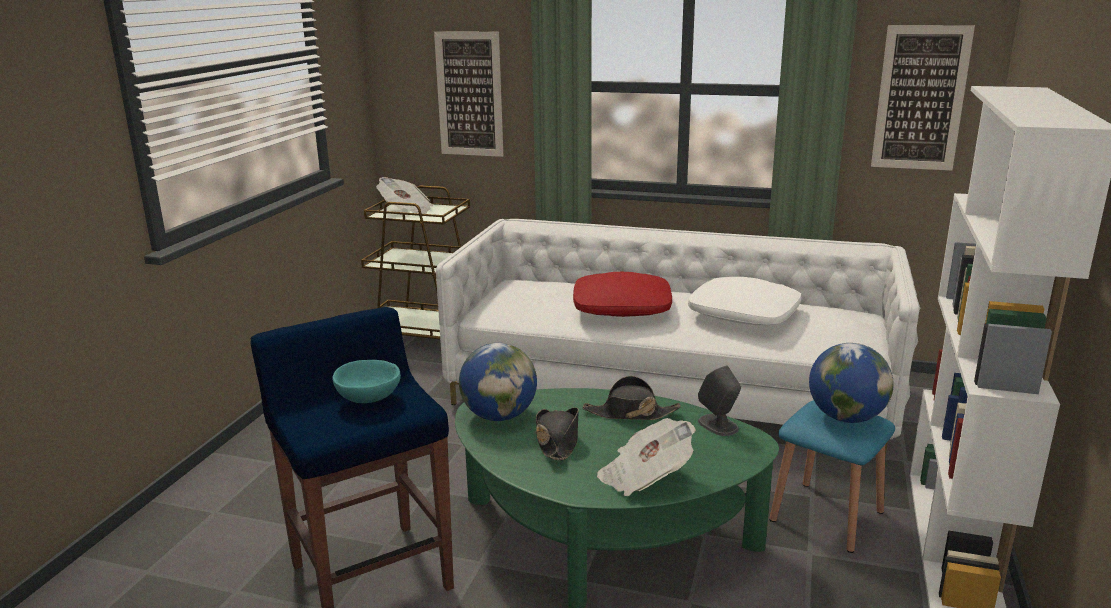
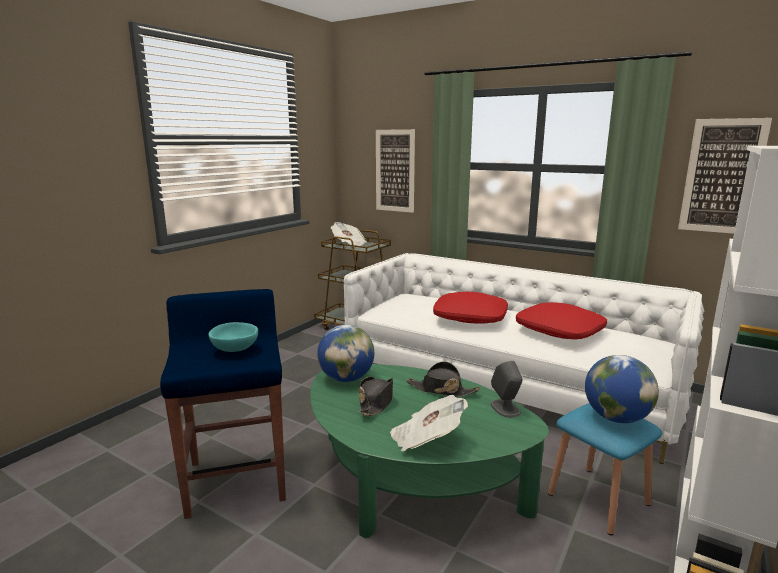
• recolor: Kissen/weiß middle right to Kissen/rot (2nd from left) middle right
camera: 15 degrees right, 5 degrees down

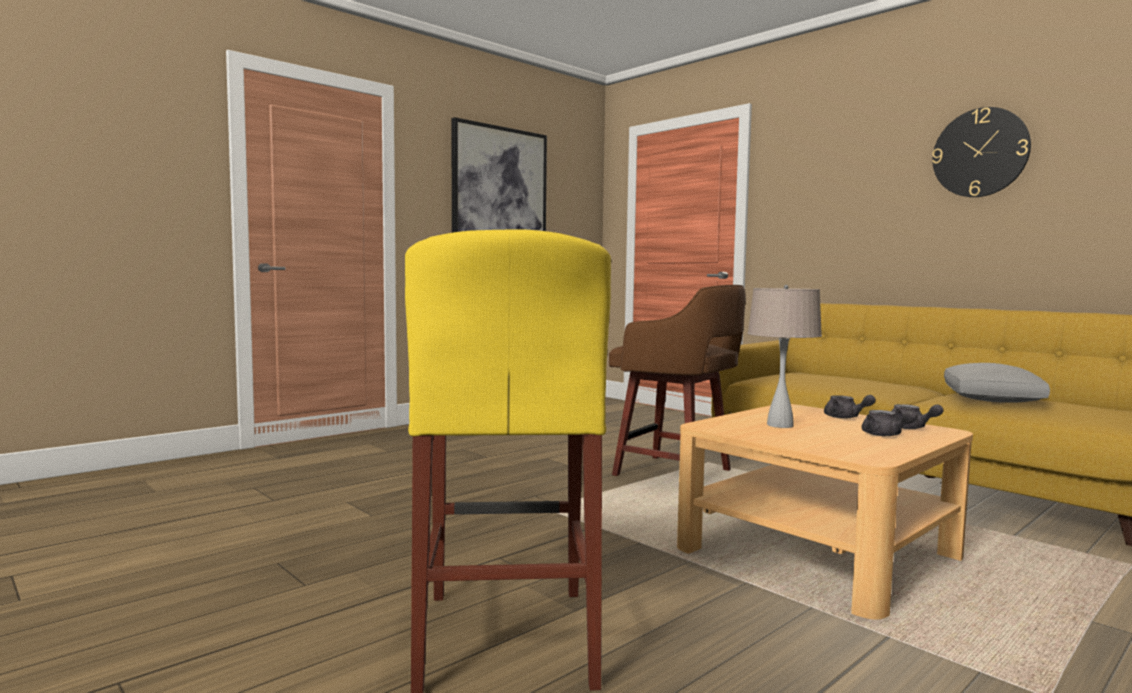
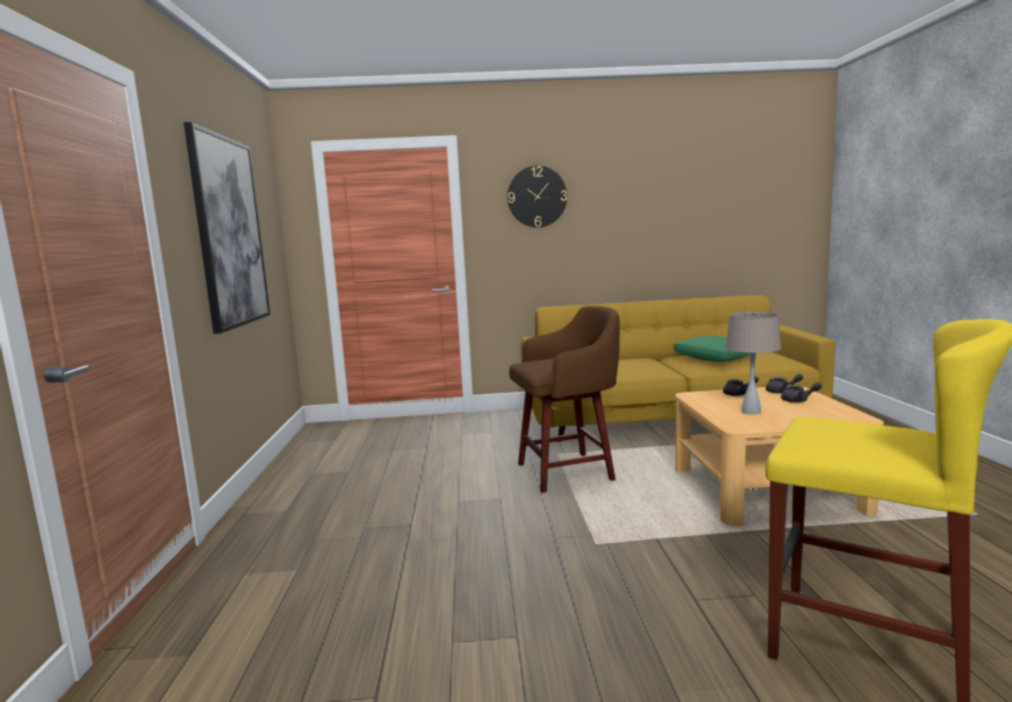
• move: Wanduhr top right to top centre
• recolor: Kissen/grau middle right to Kissen/grün middle right
camera: 50 degrees left, 5 degrees up

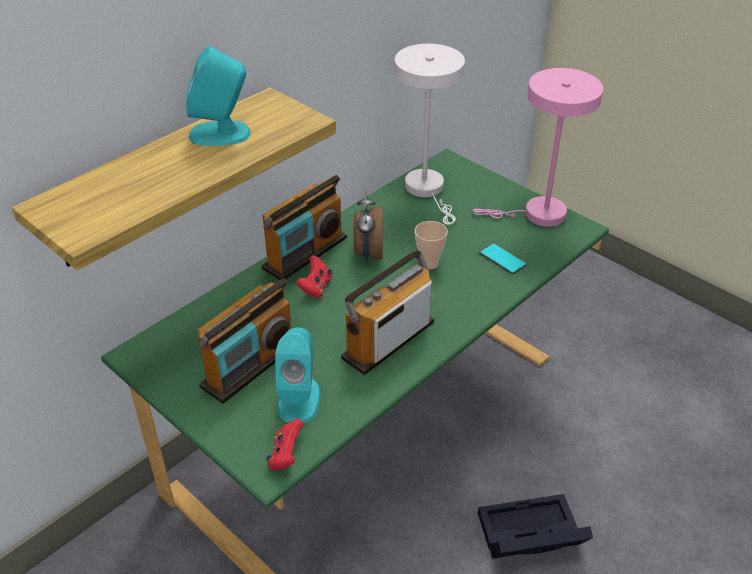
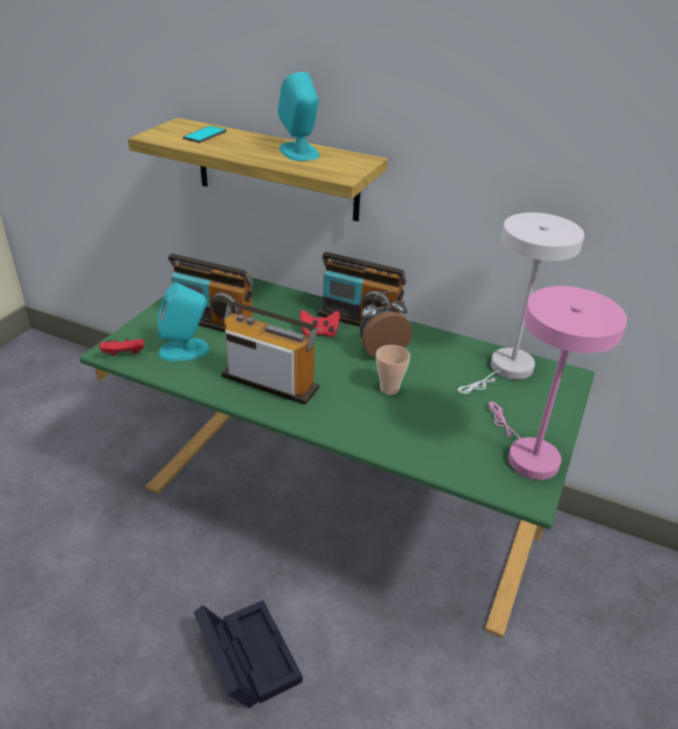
• move: Handy middle right to top left
camera: 70 degrees right, 5 degrees down

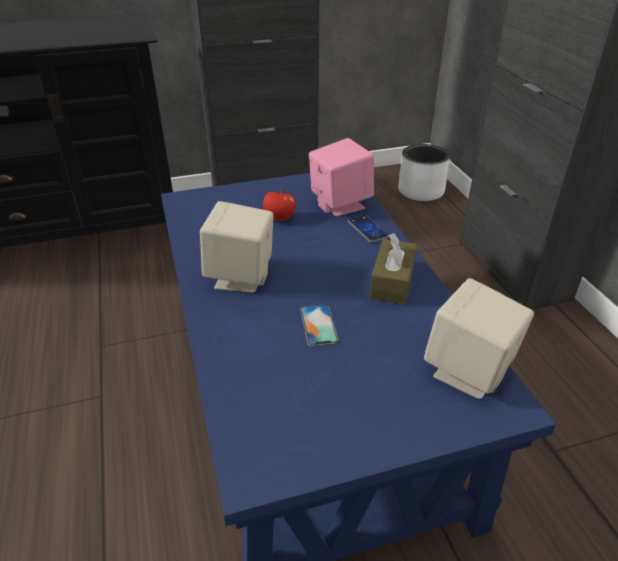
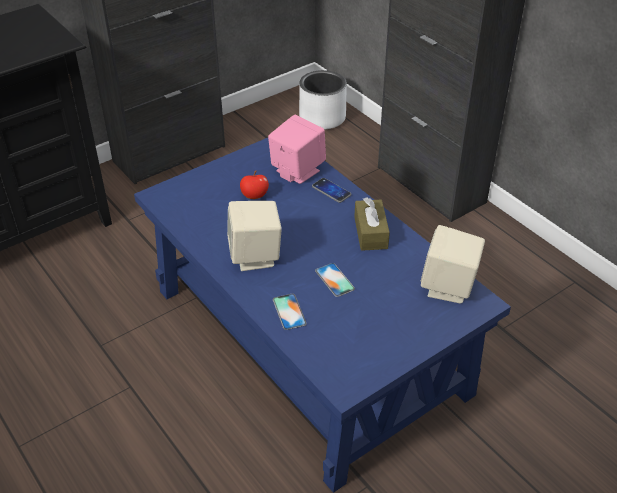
• insert: Handy (1st from left) centre
camera: 20 degrees left, 5 degrees up

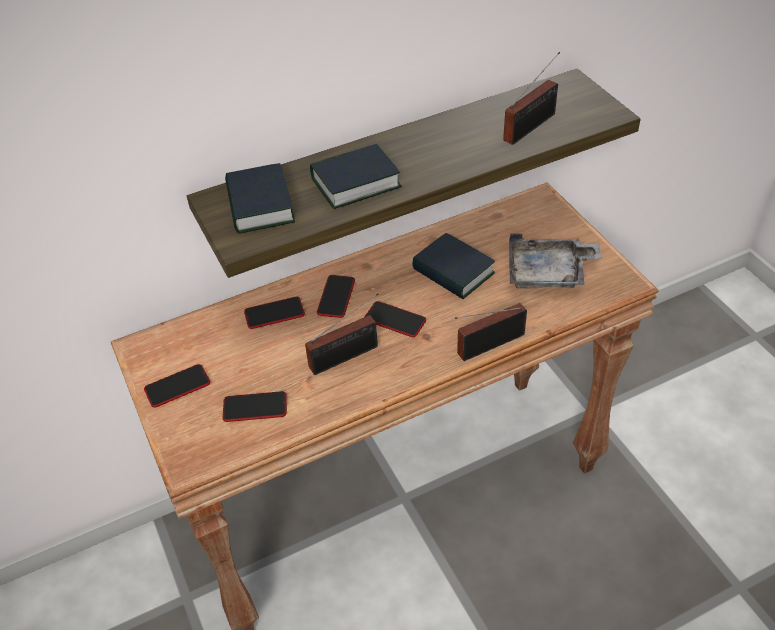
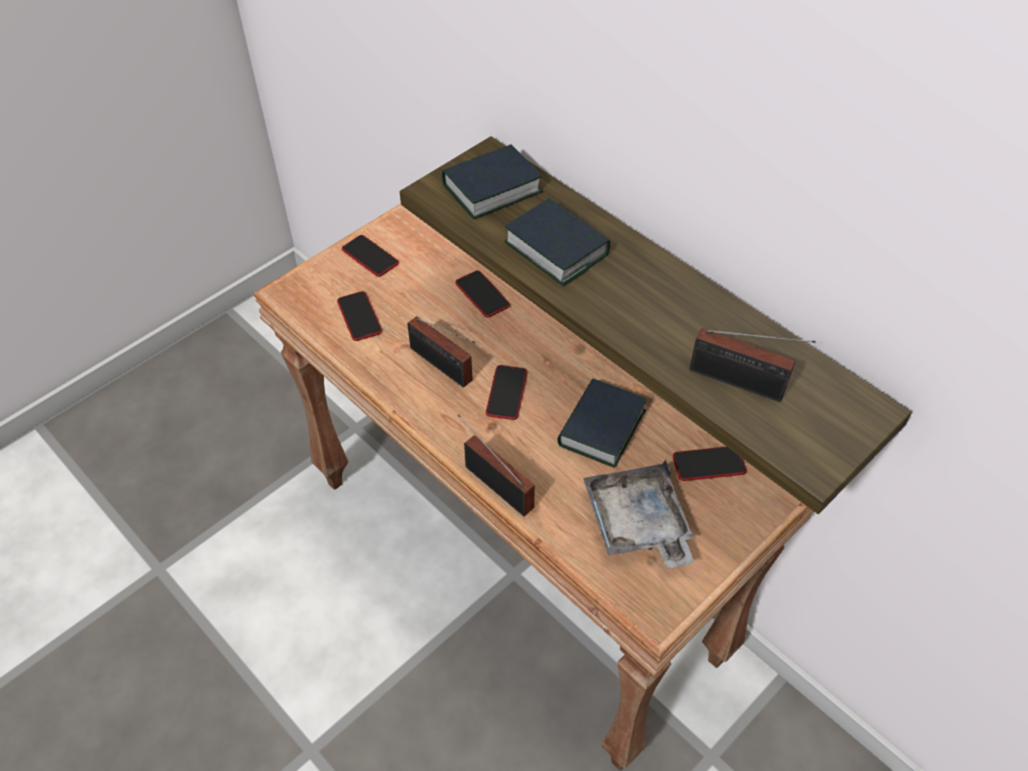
• move: Handy (4th from left in the first image) centre to Handy (5th from left) middle right
camera: 70 degrees right, 5 degrees up

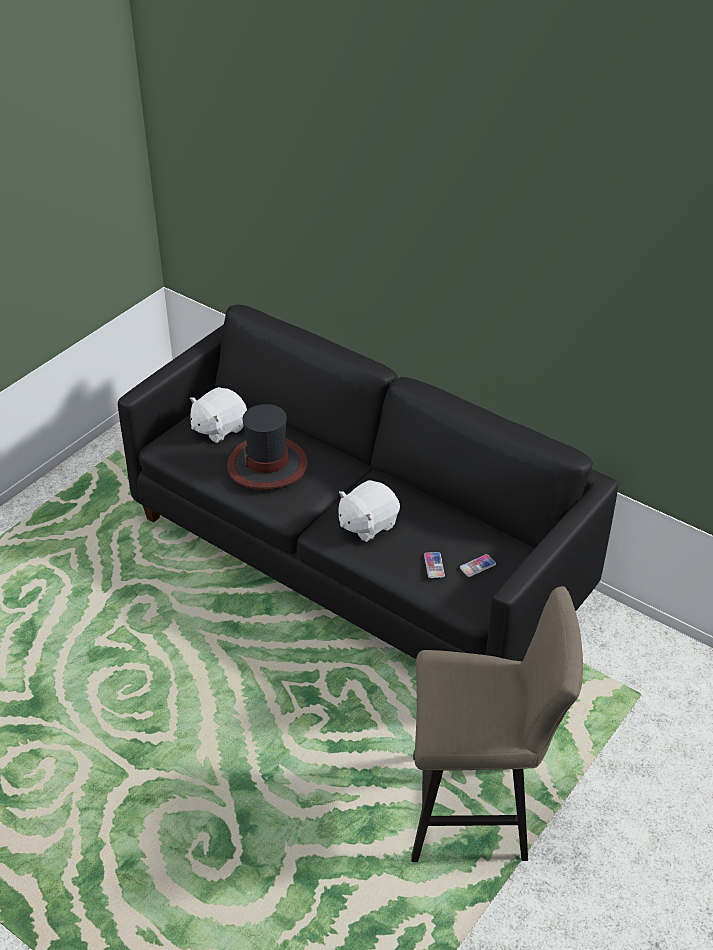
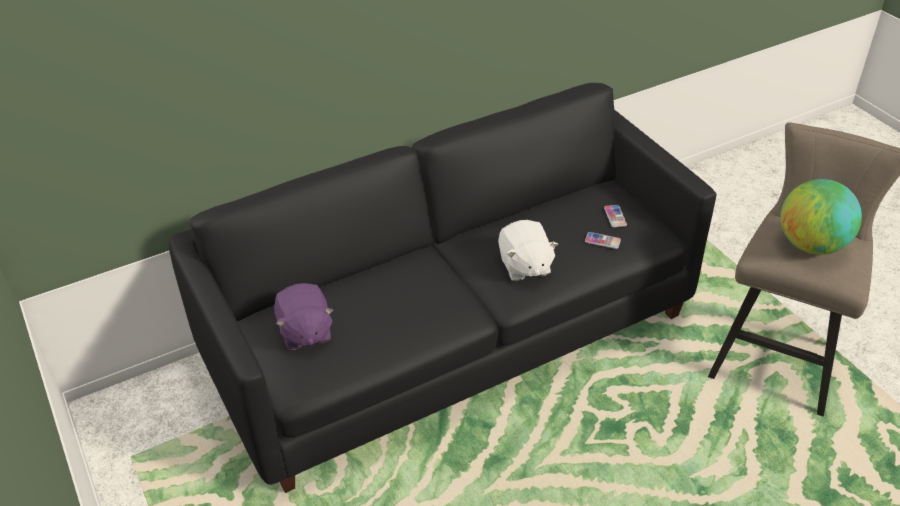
• delete: Hut centre
• insert: Globus middle right
• recolor: Plüschtier/weiß (1st from left) middle left to Plüschtier/lila centre
camera: 65 degrees left, 0 degrees up

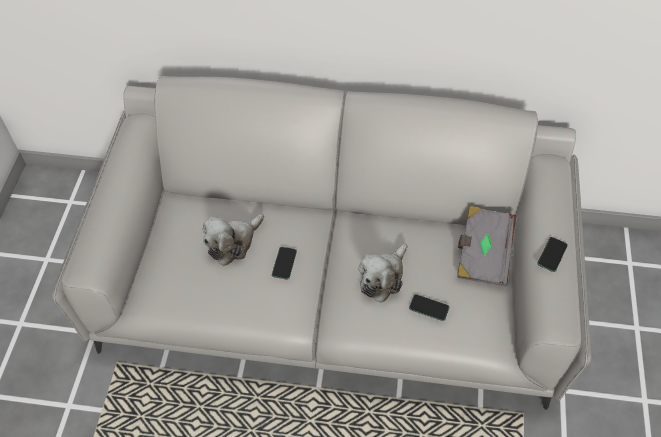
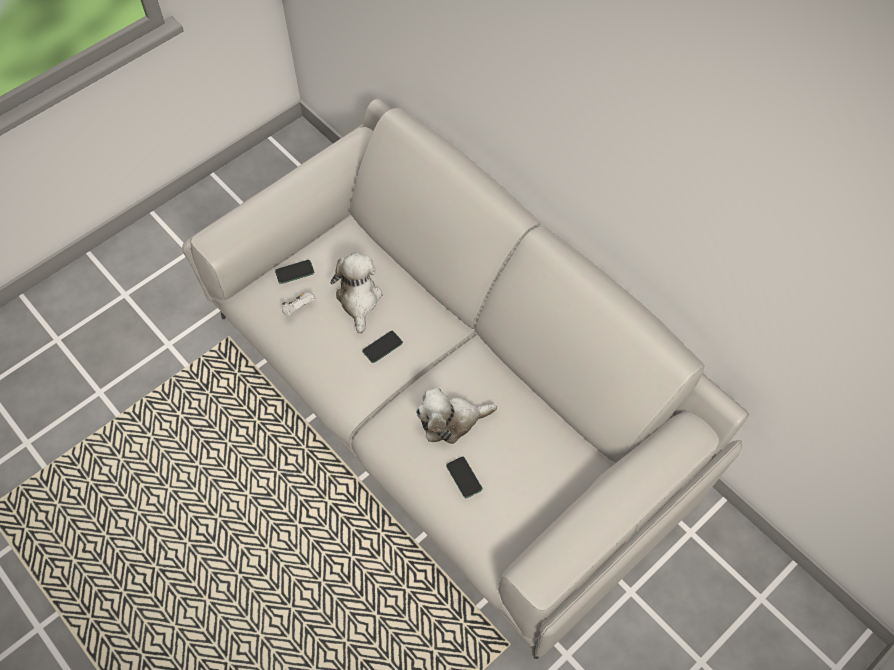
• delete: Buch/grau middle right
• insert: Gamepad/weiß centre
• move: Handy (3rd from left in the first image) middle right to Handy (1st from left) middle left
• rotate: Plüschtier (1st from left) centre = centre 90 degrees clockwise
camera: 40 degrees right, 5 degrees up

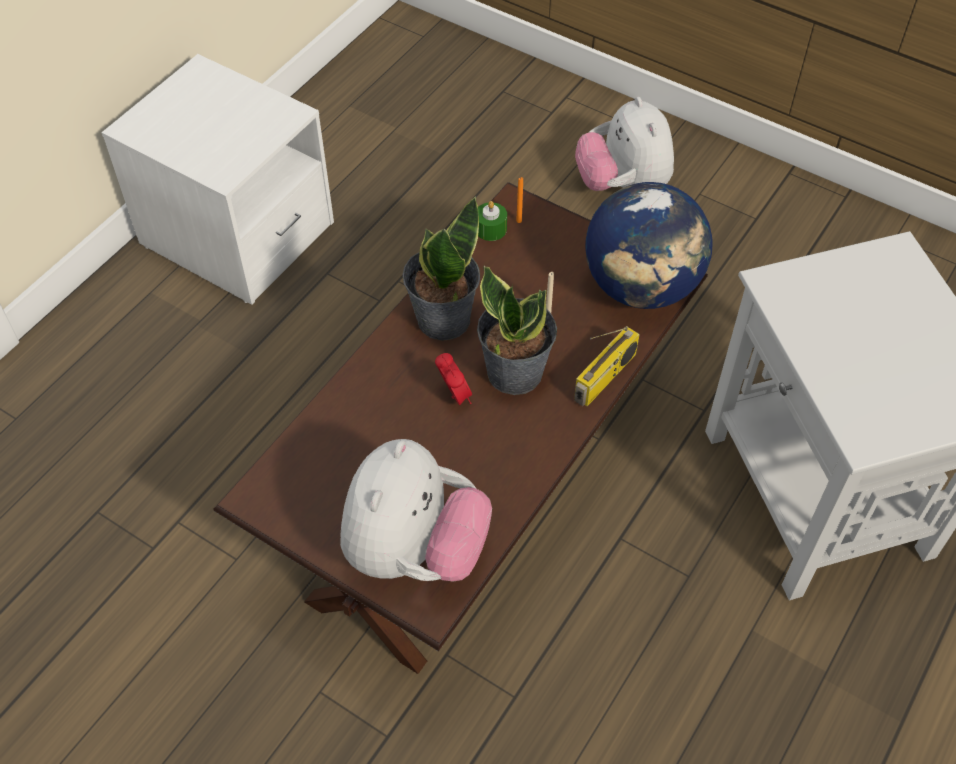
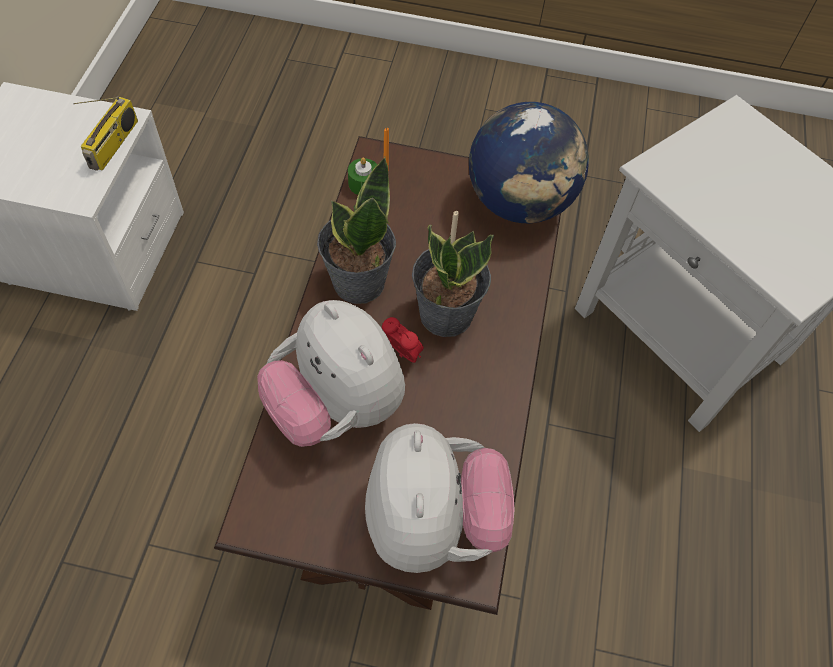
• move: Radio centre to top left
• move: Plüschtier (2nd from left in the first image) top centre to Plüschtier (1st from left) centre
camera: 25 degrees left, 5 degrees up

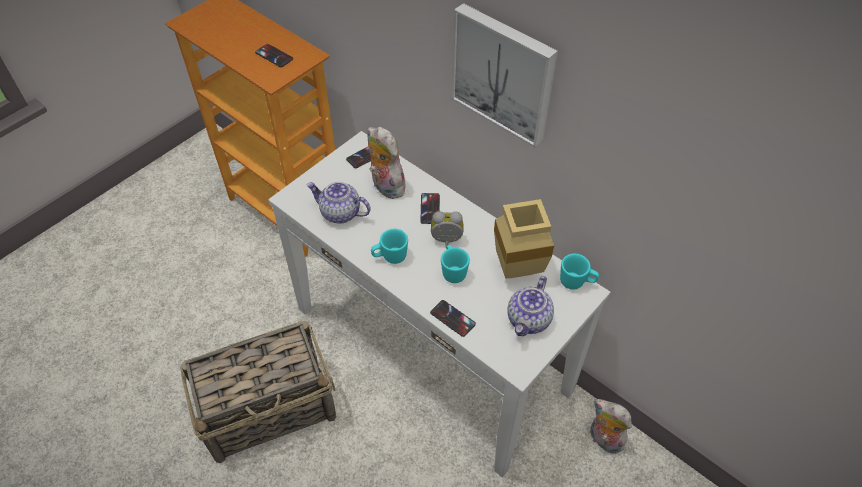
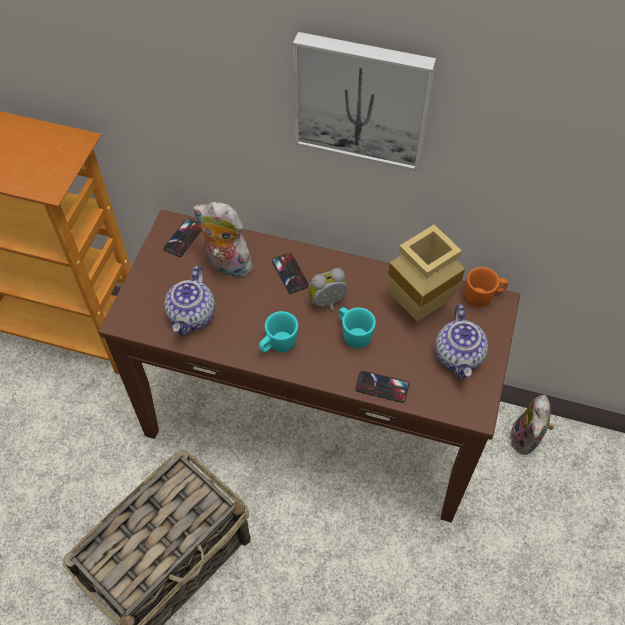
• delete: Handy (1st from left) top left
• recolor: Konsolentisch/weiß centre to Konsolentisch/braun centre
• recolor: Henkelbecher/türkis (3rd from left) middle right to Henkelbecher/orange middle right
• rotate: Teekanne (1st from left) centre = middle left 75 degrees counterclockwise
• rotate: Plüschtier (2nd from left) bottom right = bottom right 90 degrees counterclockwise
camera: 25 degrees left, 5 degrees up

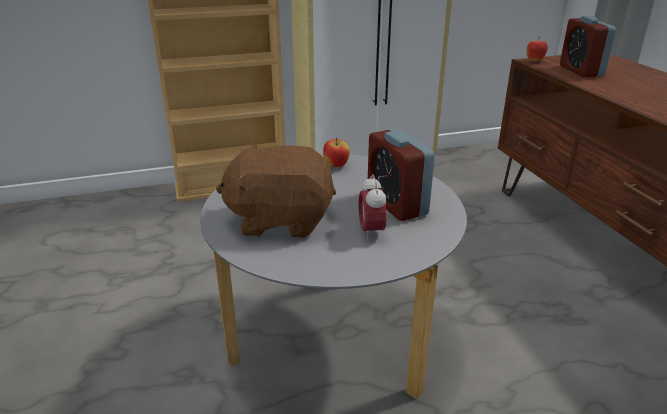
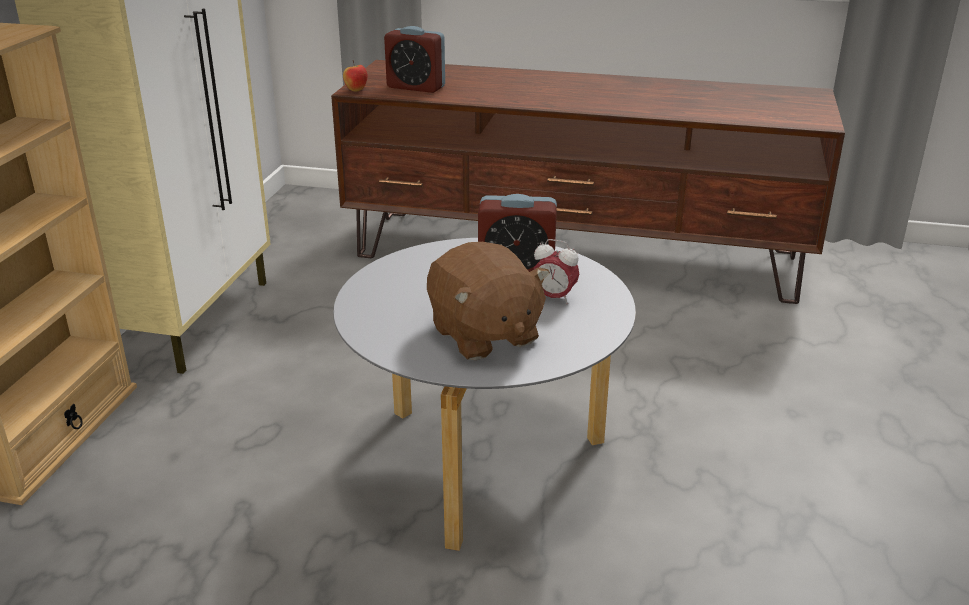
• delete: Apfel (1st from left) centre
• rotate: Plüschtier/braun centre = centre 60 degrees counterclockwise
camera: 60 degrees left, 0 degrees up

